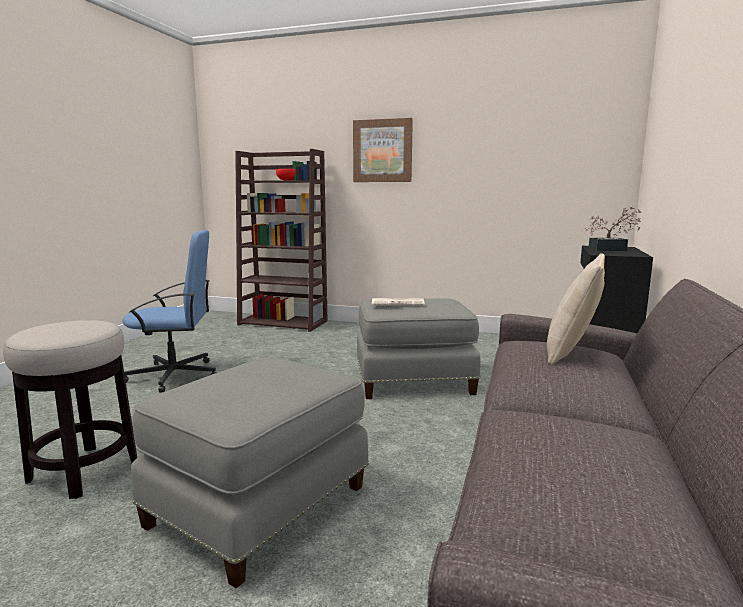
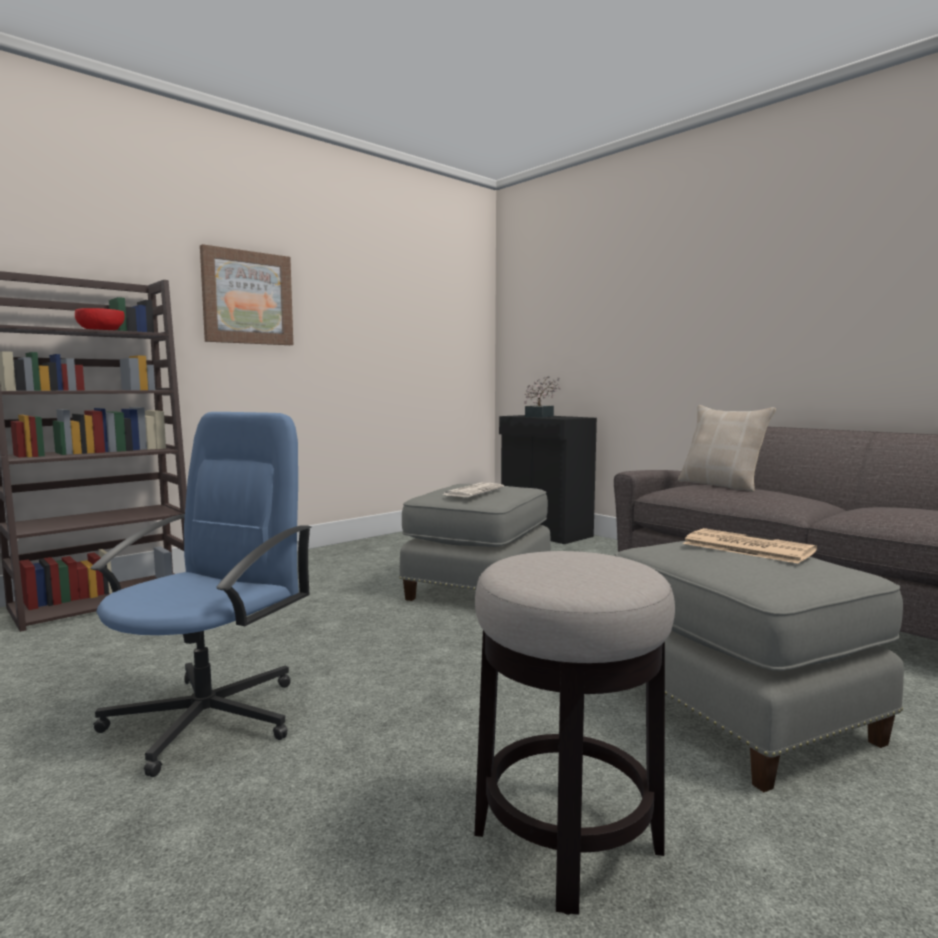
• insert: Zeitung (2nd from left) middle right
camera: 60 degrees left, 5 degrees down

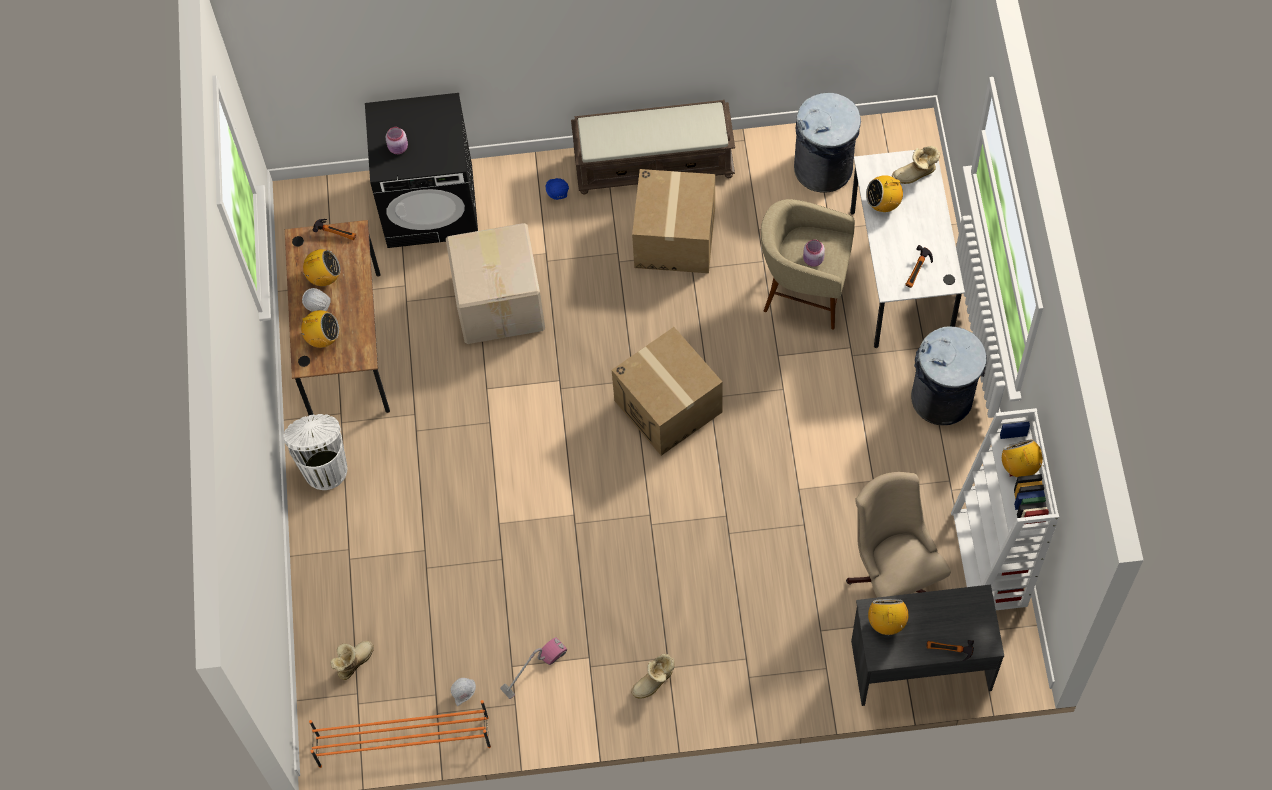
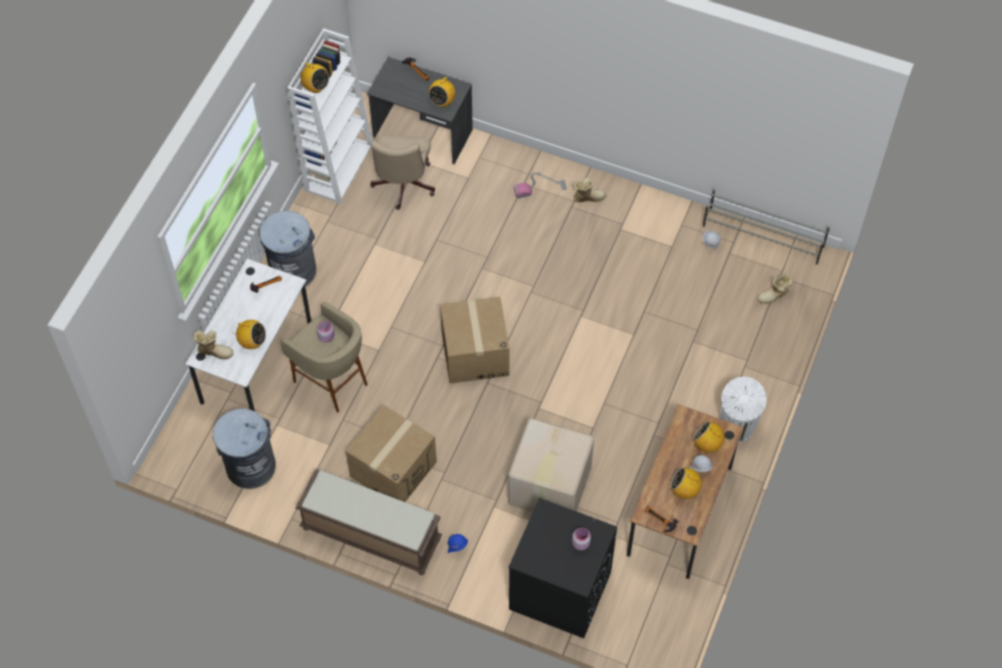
• move: Staubsauger bottom centre to top centre
• recolor: Schuhregal/orange bottom left to Schuhregal/grau middle right
• rotate: Radio (5th from left in the first image) middle right = top left 60 degrees counterclockwise
camera: 155 degrees left, 5 degrees down

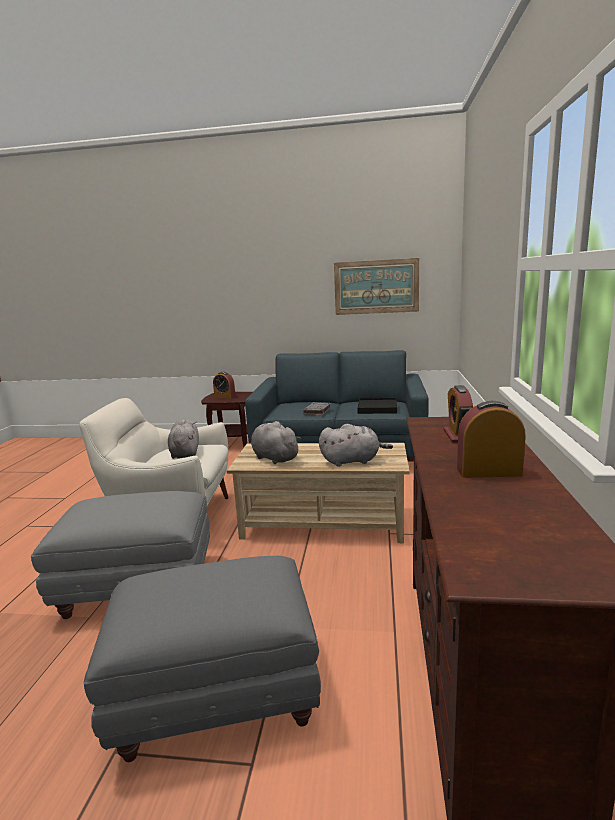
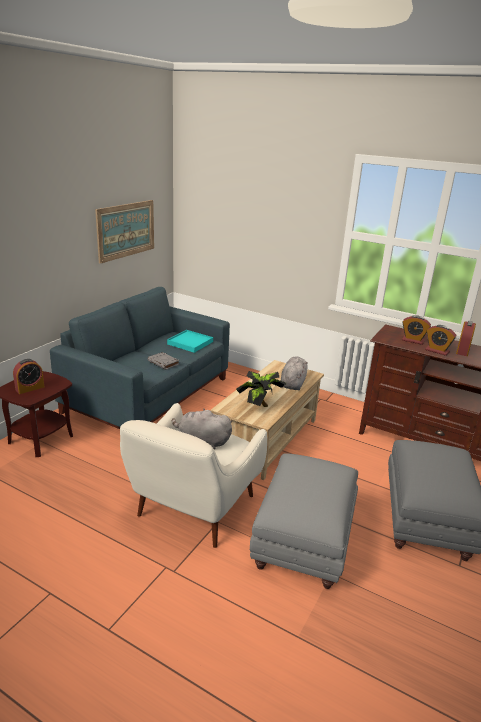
• insert: Wecker (3rd from left) middle right
• replace: Plüschtier/grau (2nd from left) centre to Topfpflanze centre
• recolor: Tablett/schwarz centre to Tablett/türkis centre
camera: 70 degrees left, 10 degrees up

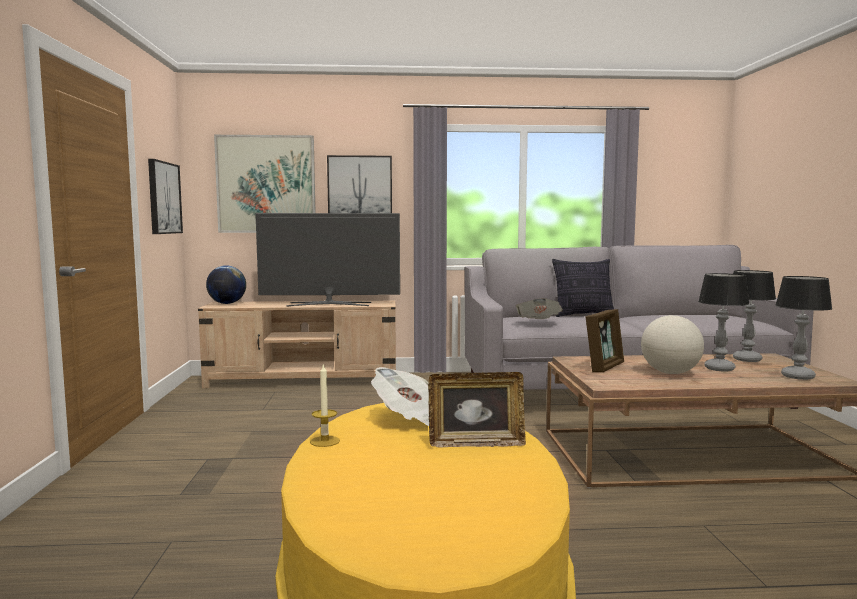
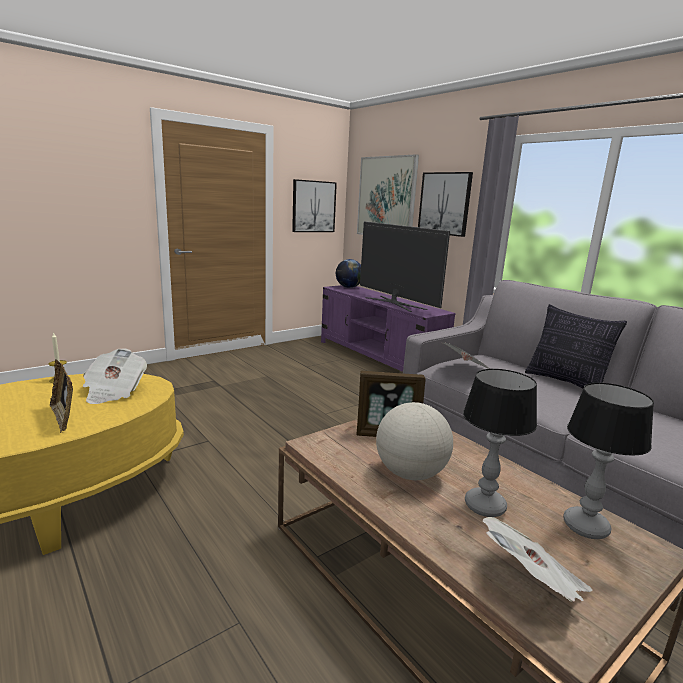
• replace: Tischlampe (3rd from left) middle right to Zeitung (3rd from left) bottom right
• recolor: Fernsehschrank/beige centre to Fernsehschrank/lila centre
camera: 55 degrees right, 10 degrees up

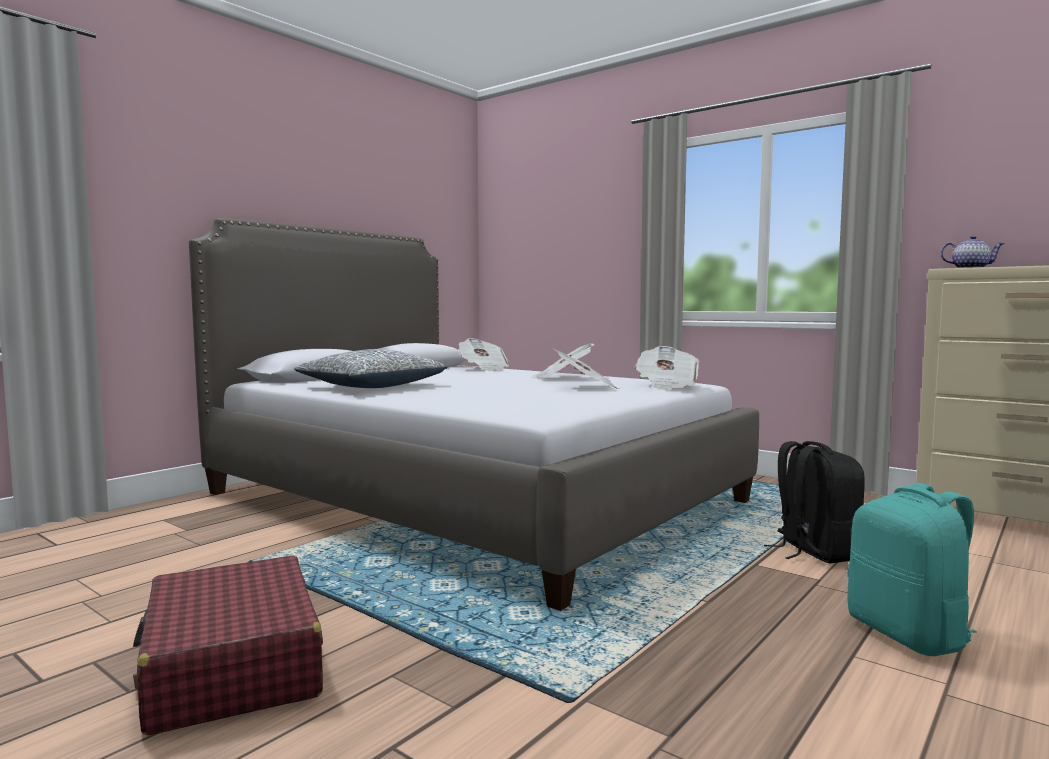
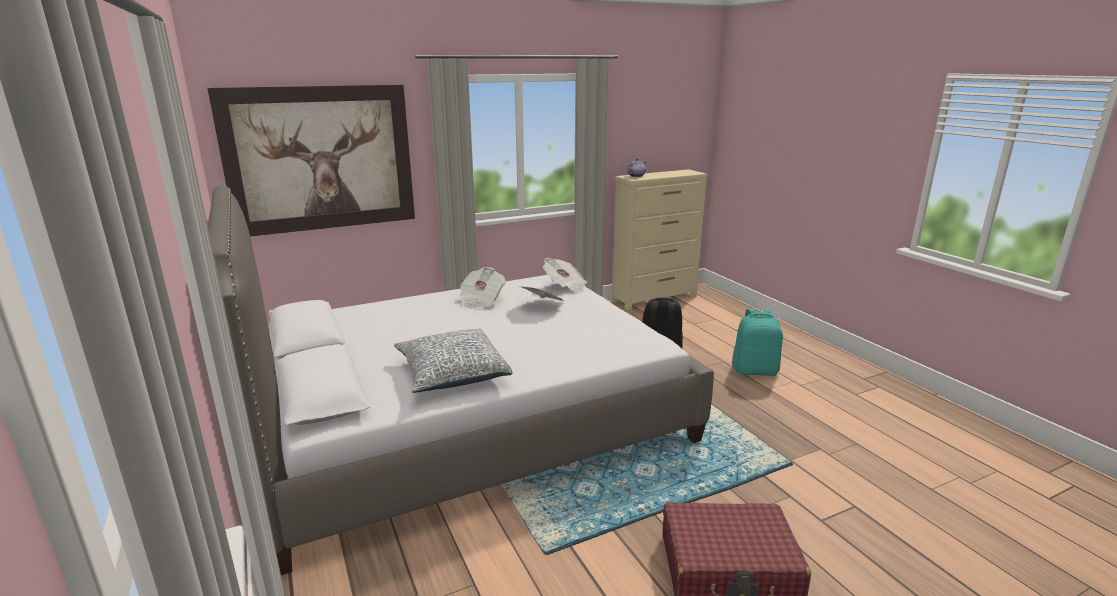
• delete: Zeitung (1st from left) centre
• insert: Bild top left
camera: 65 degrees left, 15 degrees up

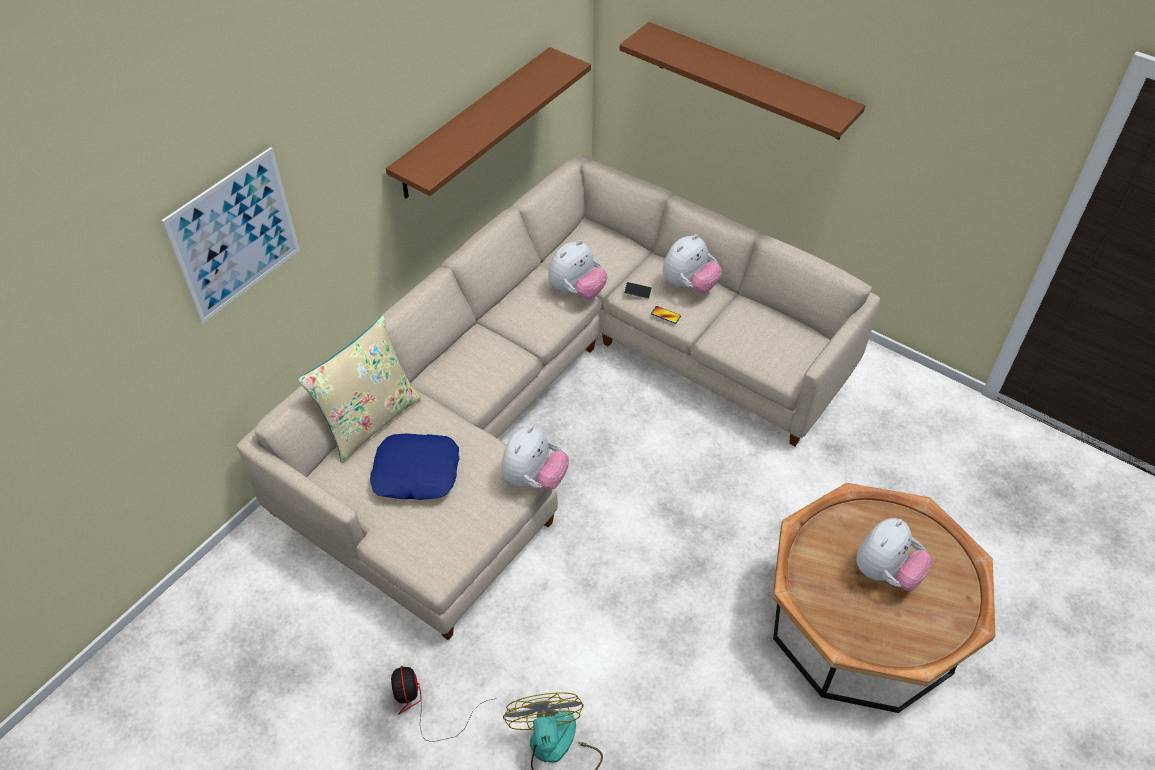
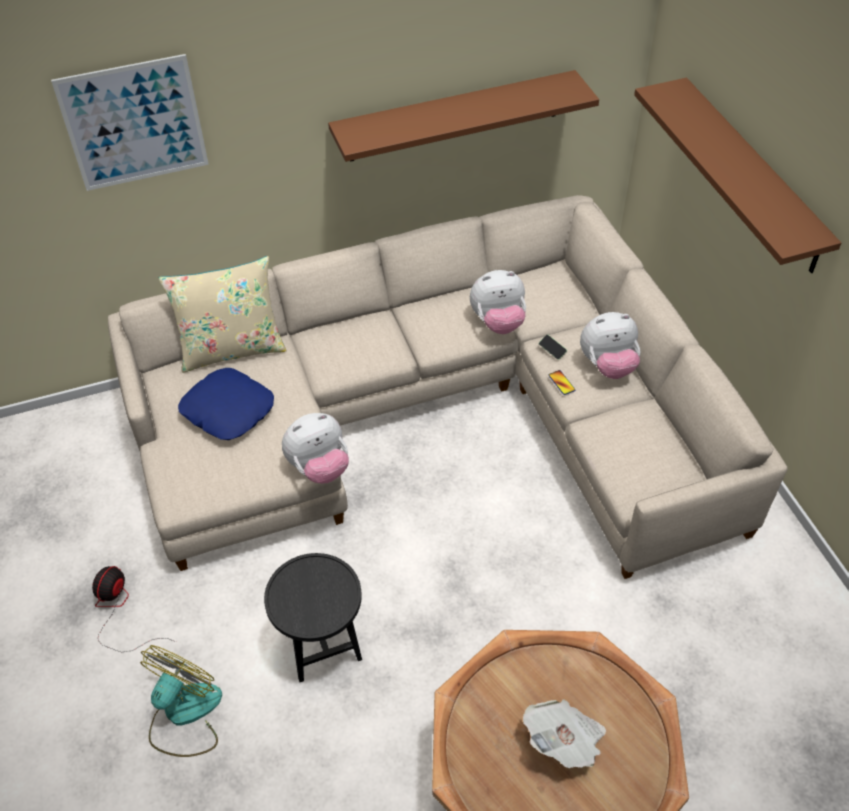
• insert: Beistelltisch/schwarz bottom centre
• replace: Plüschtier (4th from left) bottom right to Zeitung bottom centre
camera: 35 degrees right, 0 degrees up

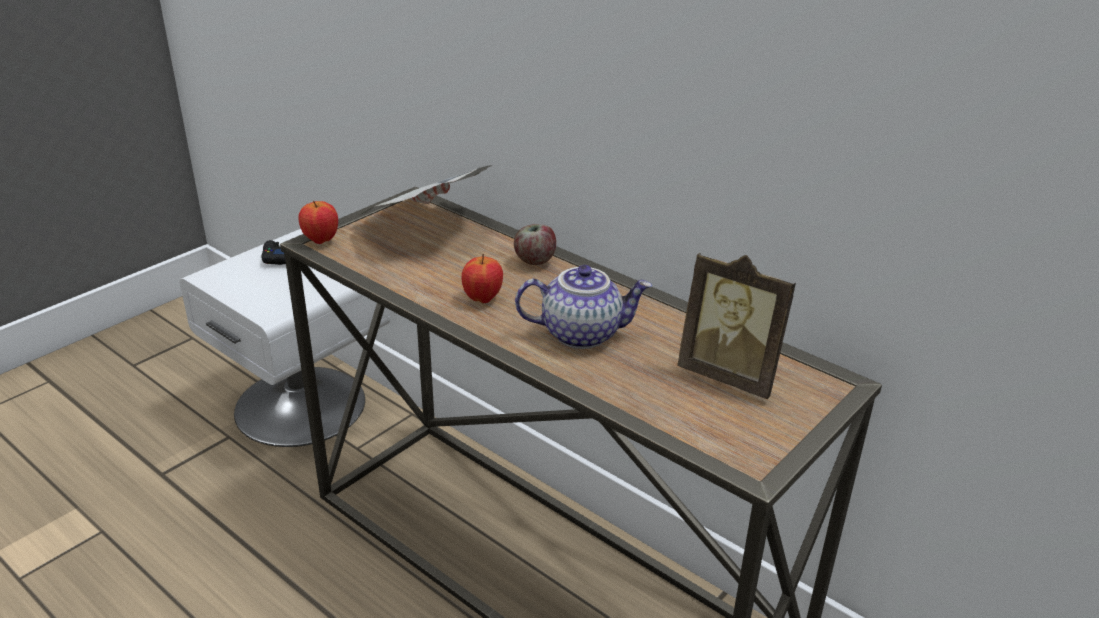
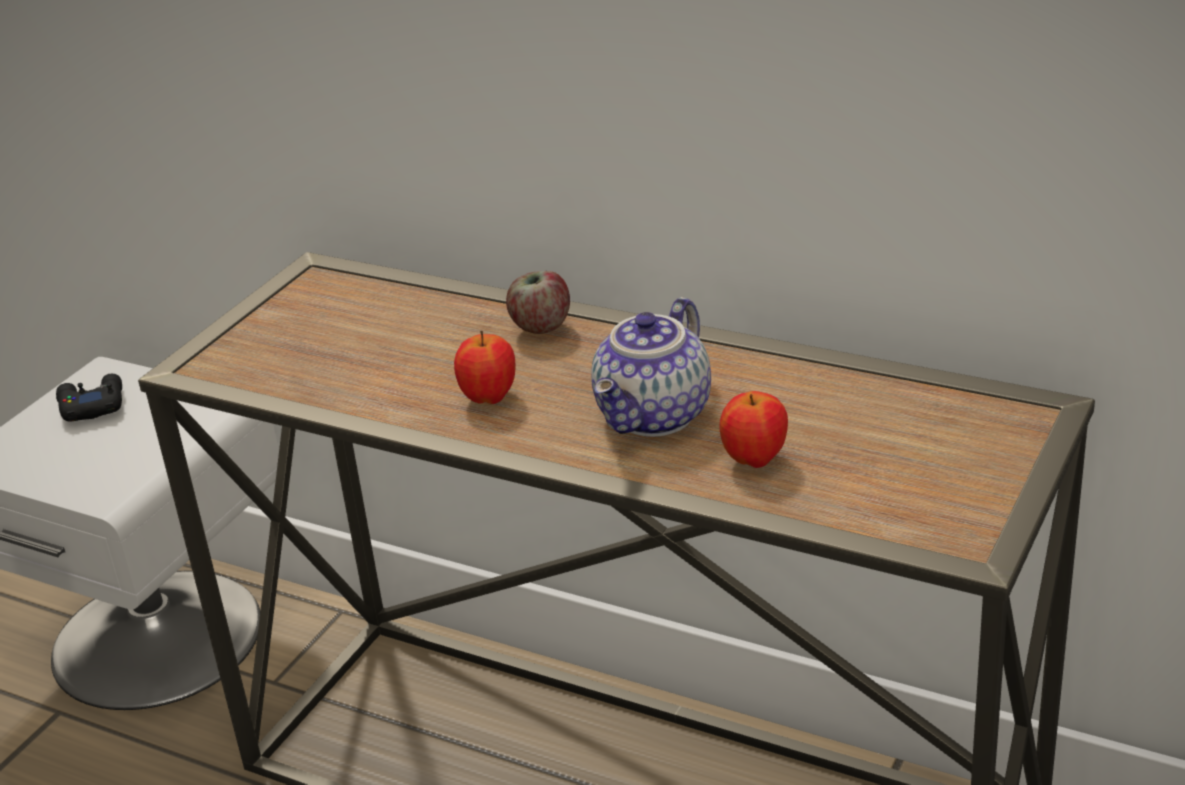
• delete: Zeitung top centre
• delete: Bilderrahmen middle right
• move: Apfel (1st from left in the first image) middle left to Apfel (3rd from left) centre
• rotate: Teekanne centre = centre 135 degrees clockwise
camera: 10 degrees left, 0 degrees up

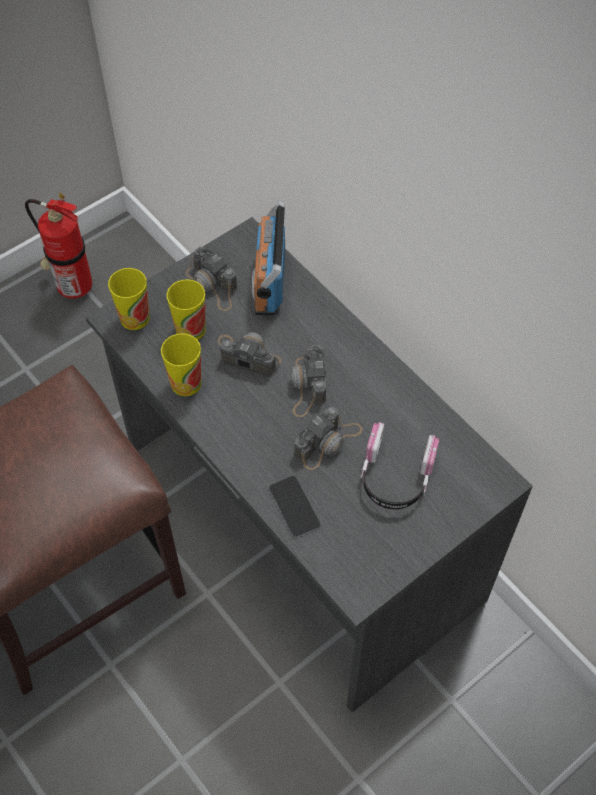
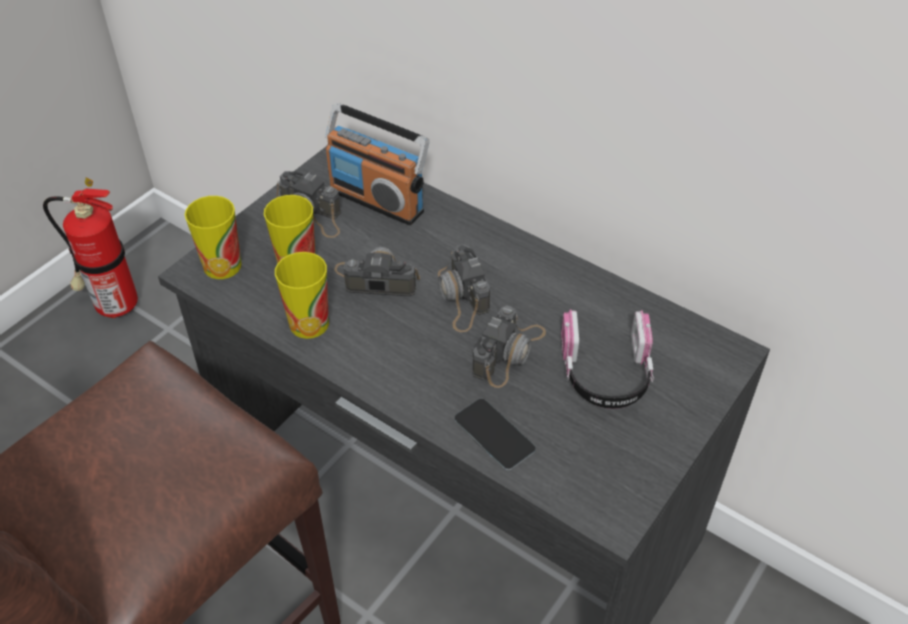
• rotate: Radio top centre = top centre 45 degrees counterclockwise
camera: 15 degrees left, 10 degrees down

